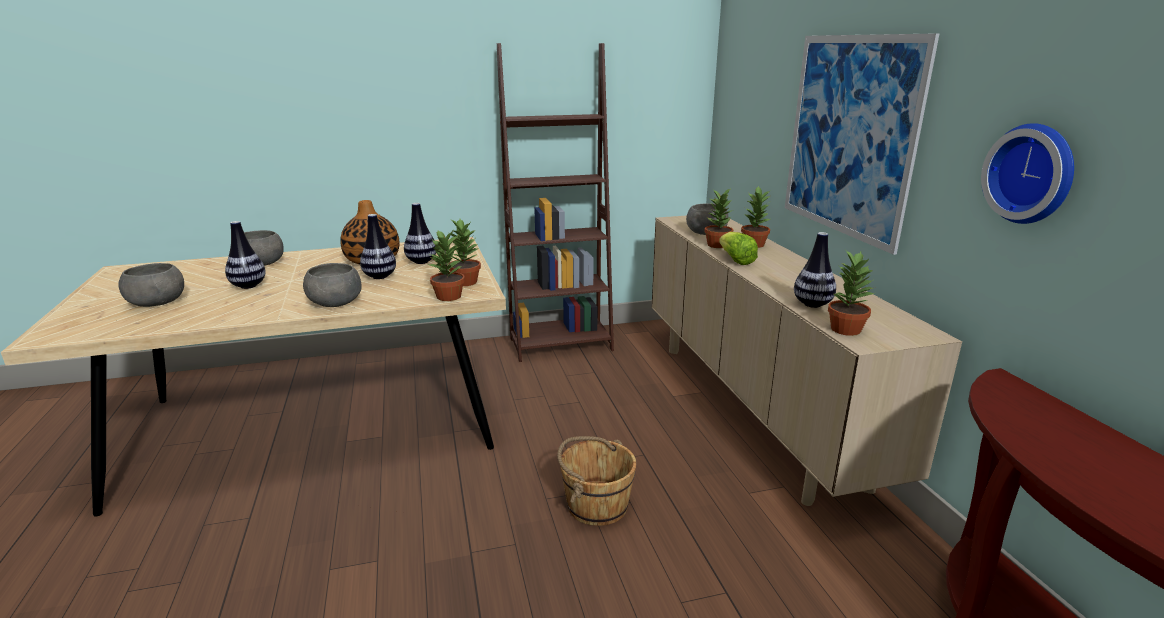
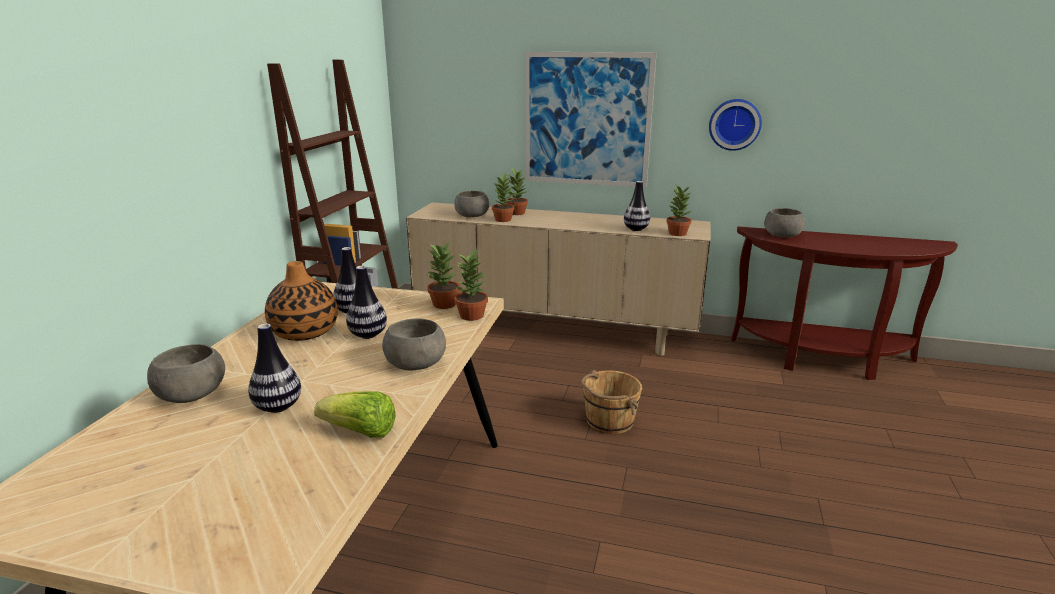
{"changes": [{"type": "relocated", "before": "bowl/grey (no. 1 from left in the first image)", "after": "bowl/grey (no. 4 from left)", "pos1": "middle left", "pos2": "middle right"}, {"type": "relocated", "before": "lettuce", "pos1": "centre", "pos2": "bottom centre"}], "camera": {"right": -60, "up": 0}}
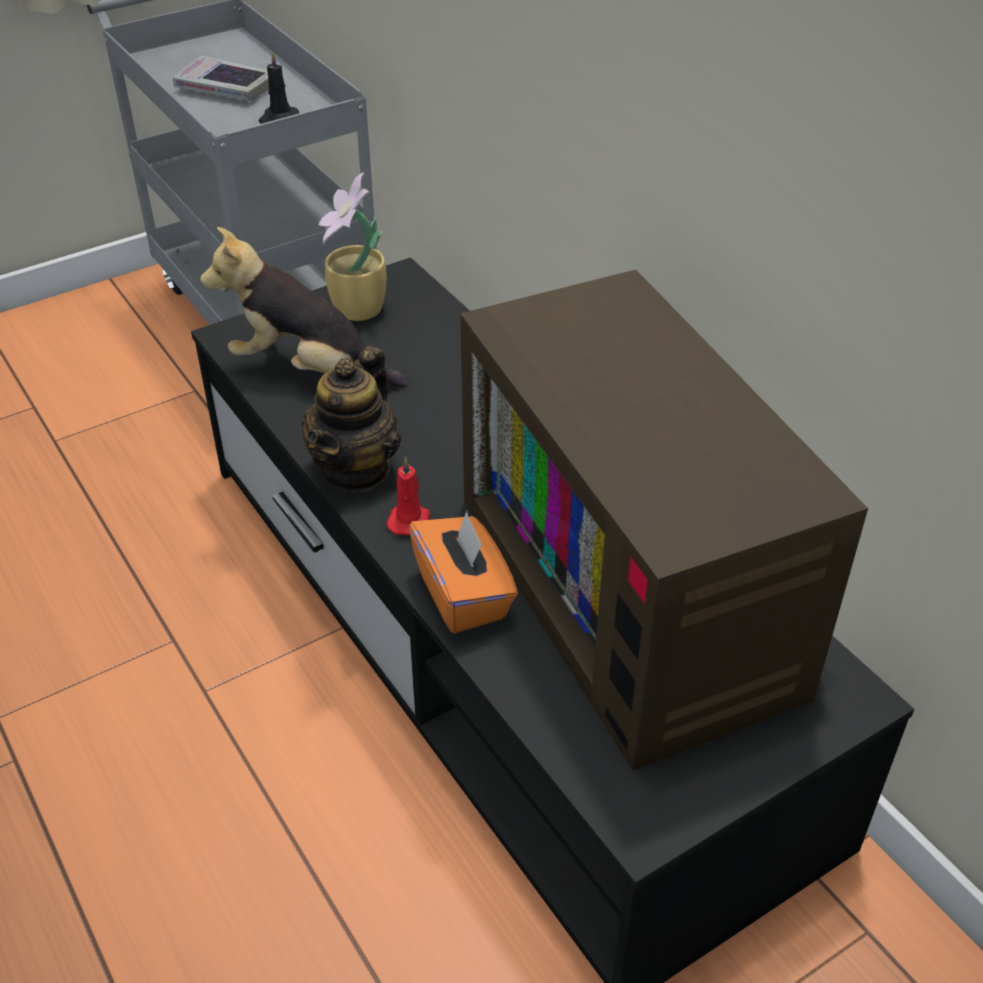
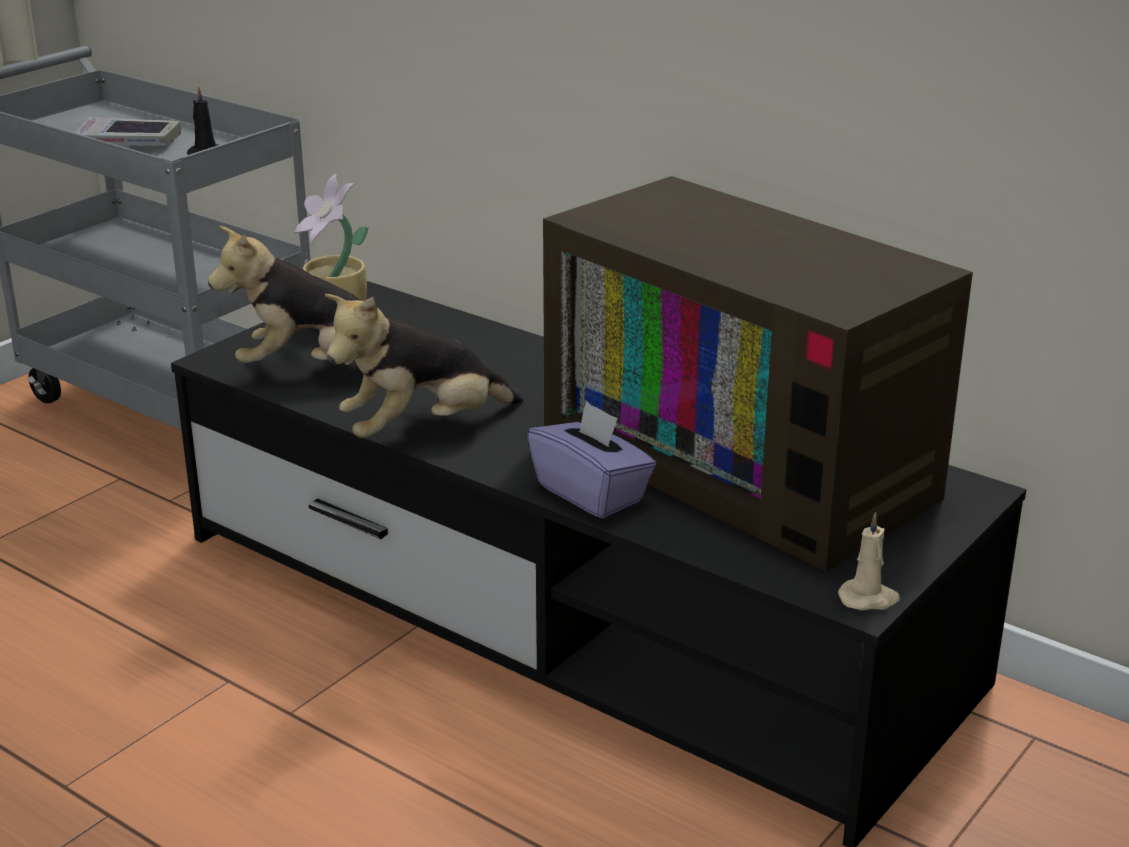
{"changes": [{"type": "missing", "before": "candle/red", "pos1": "centre"}, {"type": "appeared", "after": "candle/beige", "pos2": "middle right"}, {"type": "exchanged", "before": "teapot", "after": "plush toy (no. 2 from left)", "pos1": "centre", "pos2": "centre"}, {"type": "colour", "before": "tissue box/orange", "after": "tissue box/purple", "pos1": "centre", "pos2": "centre"}], "camera": {"right": -20, "up": -15}}
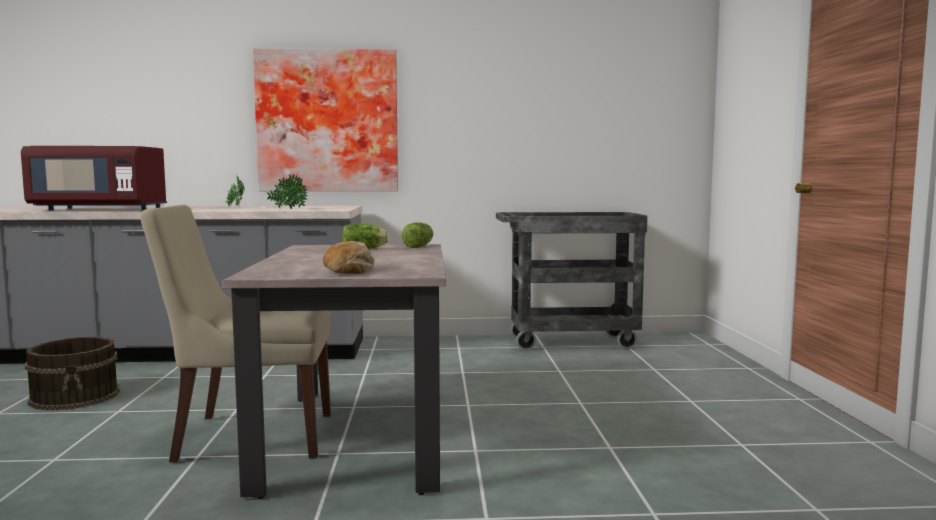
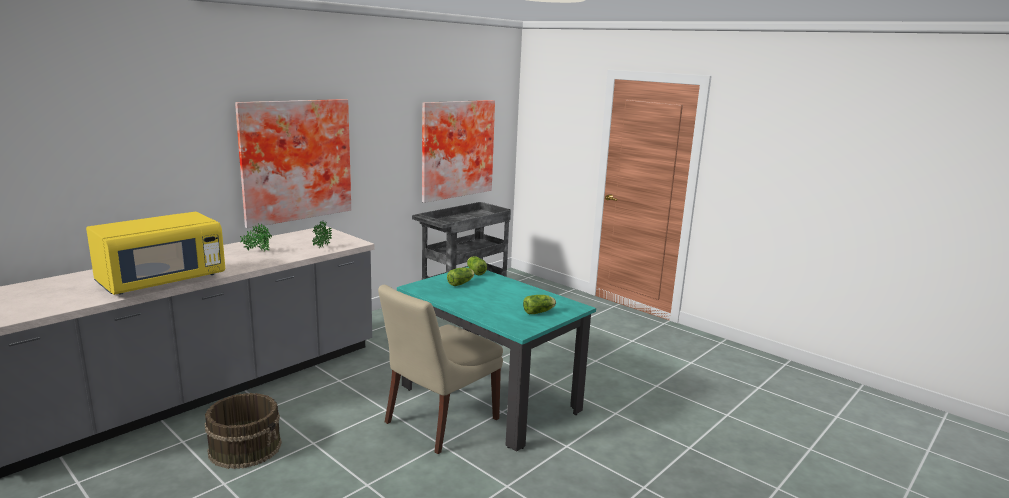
{"changes": [{"type": "appeared", "after": "picture (no. 2 from left)", "pos2": "top centre"}, {"type": "exchanged", "before": "bread", "after": "lettuce (no. 3 from left)", "pos1": "centre", "pos2": "centre"}, {"type": "colour", "before": "microwave/red", "after": "microwave/yellow", "pos1": "middle left", "pos2": "middle left"}, {"type": "colour", "before": "dining table/beige", "after": "dining table/turquoise", "pos1": "bottom centre", "pos2": "bottom centre"}], "camera": {"right": -45, "up": 10}}
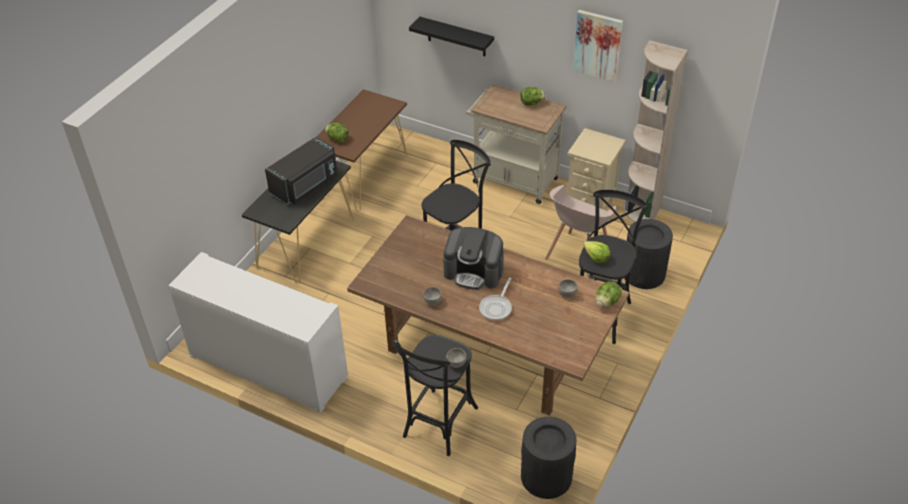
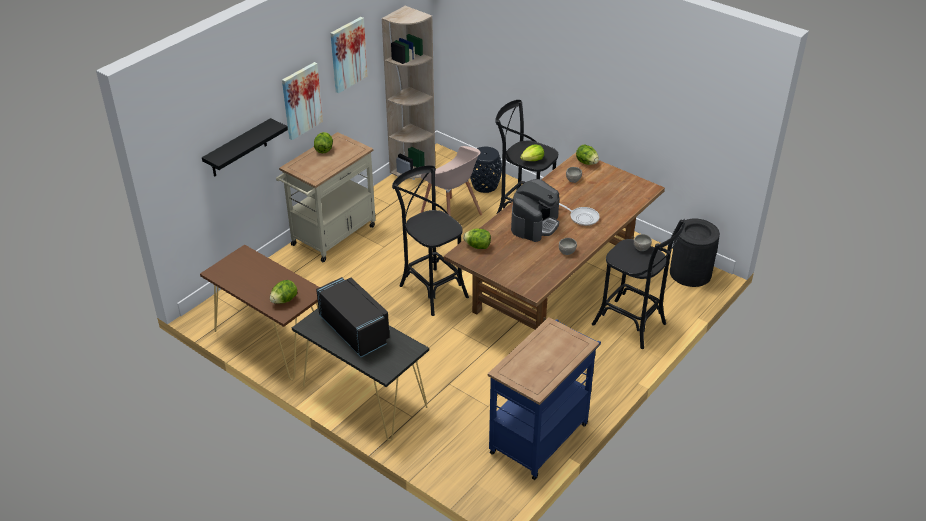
{"changes": [{"type": "missing", "before": "nightstand/beige", "pos1": "centre"}, {"type": "appeared", "after": "picture (no. 1 from left)", "pos2": "top left"}, {"type": "appeared", "after": "lettuce (no. 3 from left)", "pos2": "centre"}, {"type": "exchanged", "before": "cabinet/white", "after": "cart/blue", "pos1": "middle left", "pos2": "bottom centre"}, {"type": "exchanged", "before": "trash can/black (no. 2 from left)", "after": "stool/black (no. 2 from left)", "pos1": "middle right", "pos2": "top centre"}], "camera": {"right": -80, "up": -5}}
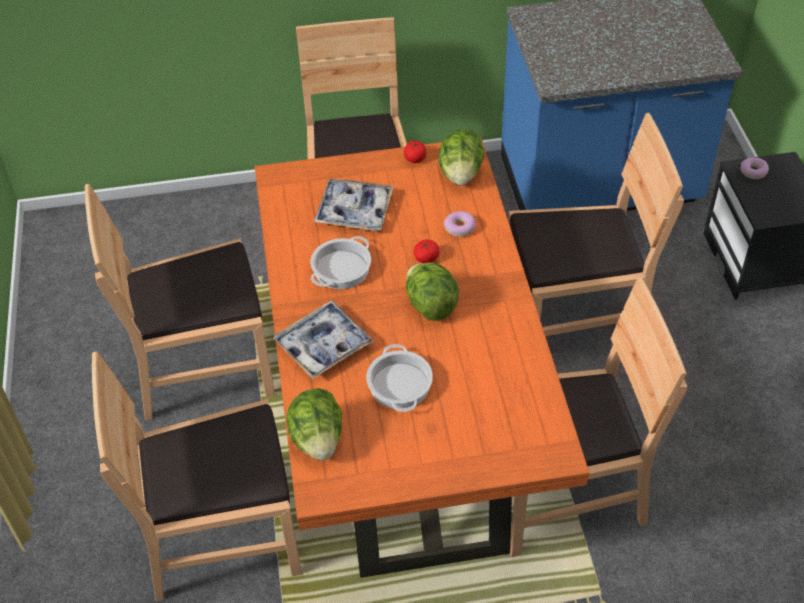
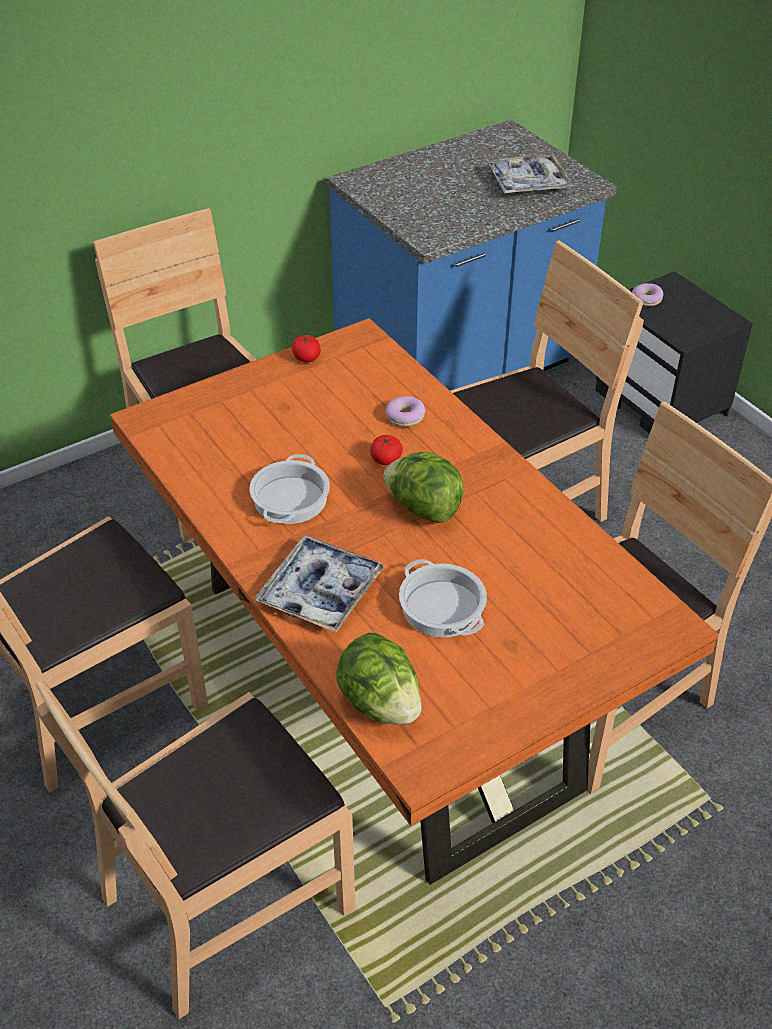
{"changes": [{"type": "missing", "before": "lettuce (no. 3 from left)", "pos1": "top centre"}, {"type": "relocated", "before": "tray (no. 2 from left)", "pos1": "centre", "pos2": "top right"}], "camera": {"right": -25, "up": -5}}
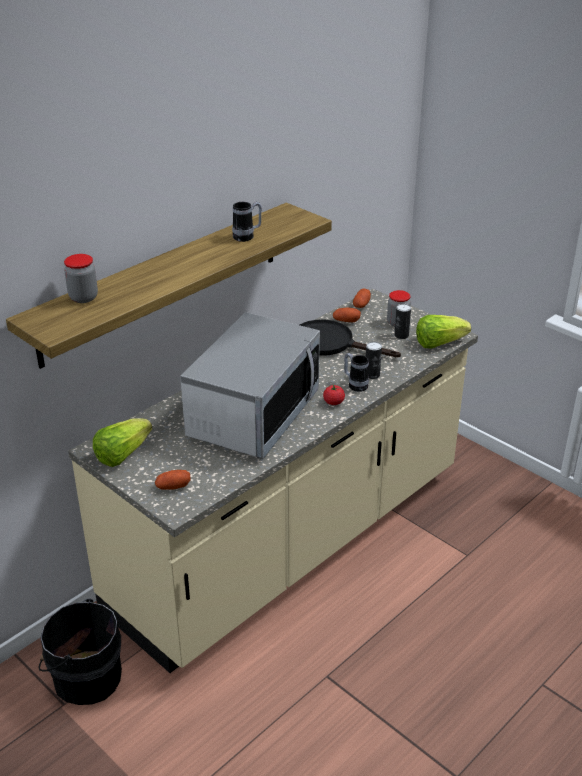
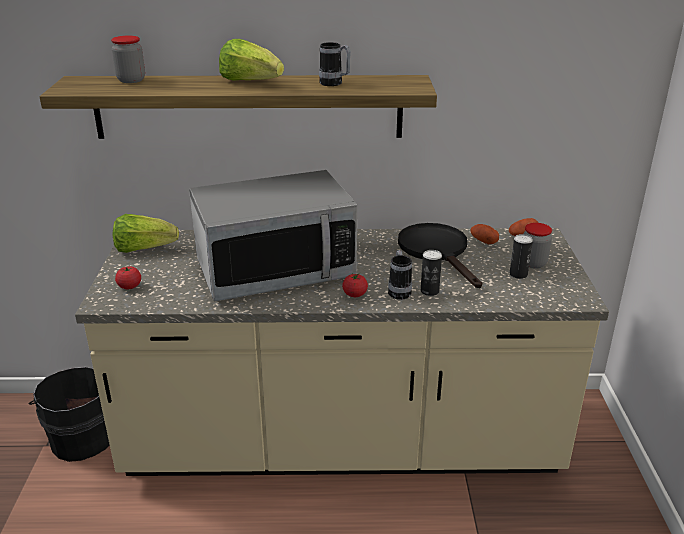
{"changes": [{"type": "relocated", "before": "lettuce (no. 2 from left)", "pos1": "middle right", "pos2": "top centre"}, {"type": "exchanged", "before": "potato (no. 1 from left)", "after": "tomato (no. 1 from left)", "pos1": "middle left", "pos2": "middle left"}], "camera": {"right": 45, "up": -5}}
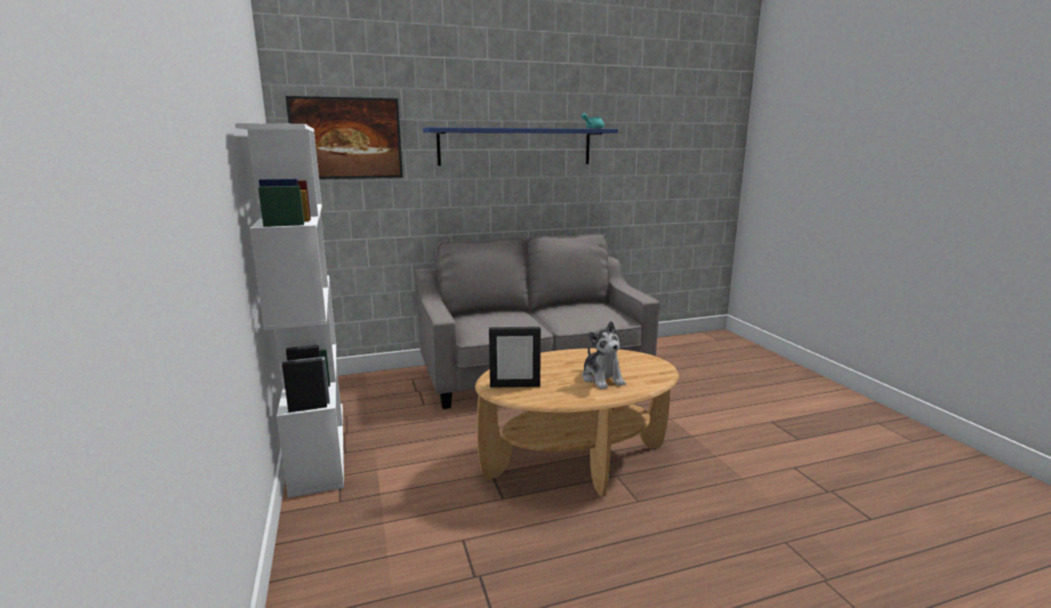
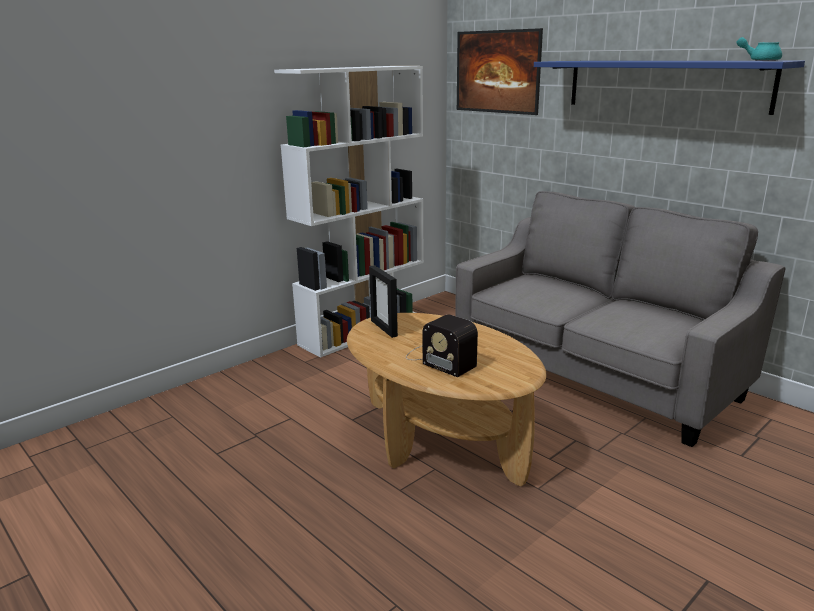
{"changes": [{"type": "exchanged", "before": "plush toy", "after": "radio", "pos1": "centre", "pos2": "centre"}], "camera": {"right": 65, "up": 5}}
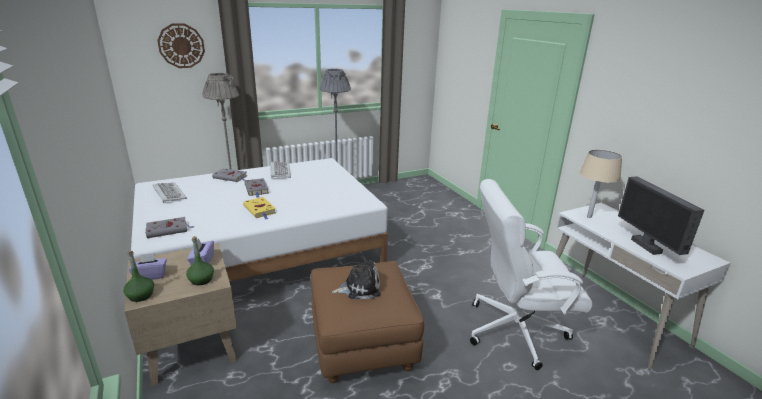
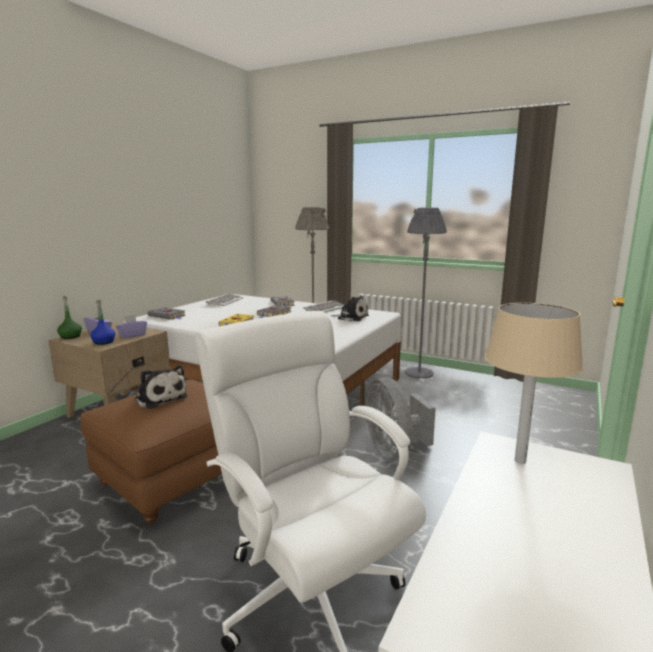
{"changes": [{"type": "missing", "before": "wall clock", "pos1": "top left"}, {"type": "missing", "before": "monitor", "pos1": "middle right"}, {"type": "appeared", "after": "plush toy (no. 2 from left)", "pos2": "centre"}, {"type": "appeared", "after": "fan/grey", "pos2": "centre"}, {"type": "colour", "before": "bottle/green (no. 2 from left)", "after": "bottle/blue", "pos1": "middle left", "pos2": "middle left"}], "camera": {"right": 55, "up": -10}}
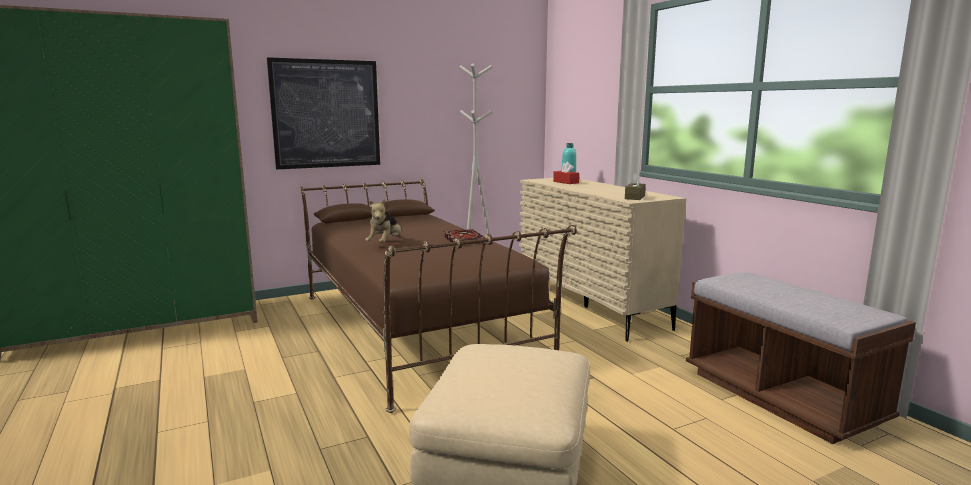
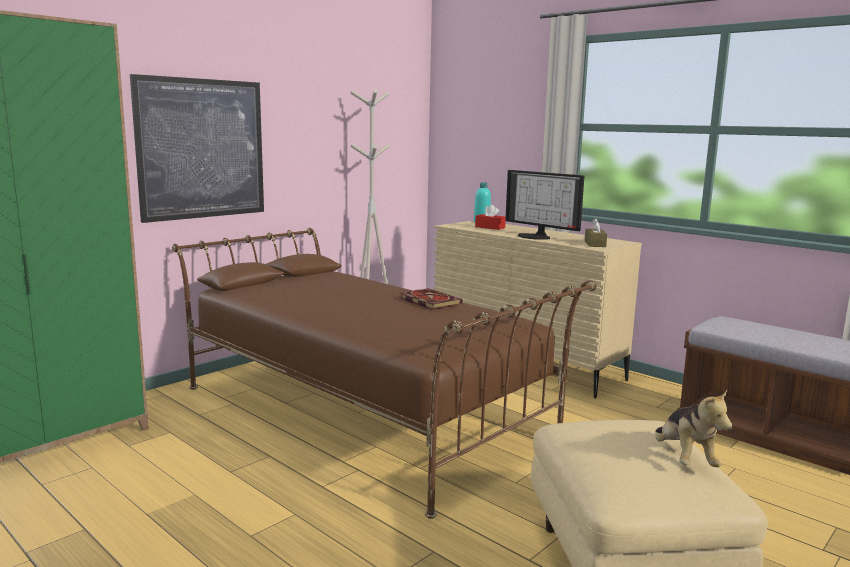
{"changes": [{"type": "appeared", "after": "monitor", "pos2": "centre"}, {"type": "relocated", "before": "plush toy", "pos1": "centre", "pos2": "bottom right"}], "camera": {"right": -20, "up": 0}}
